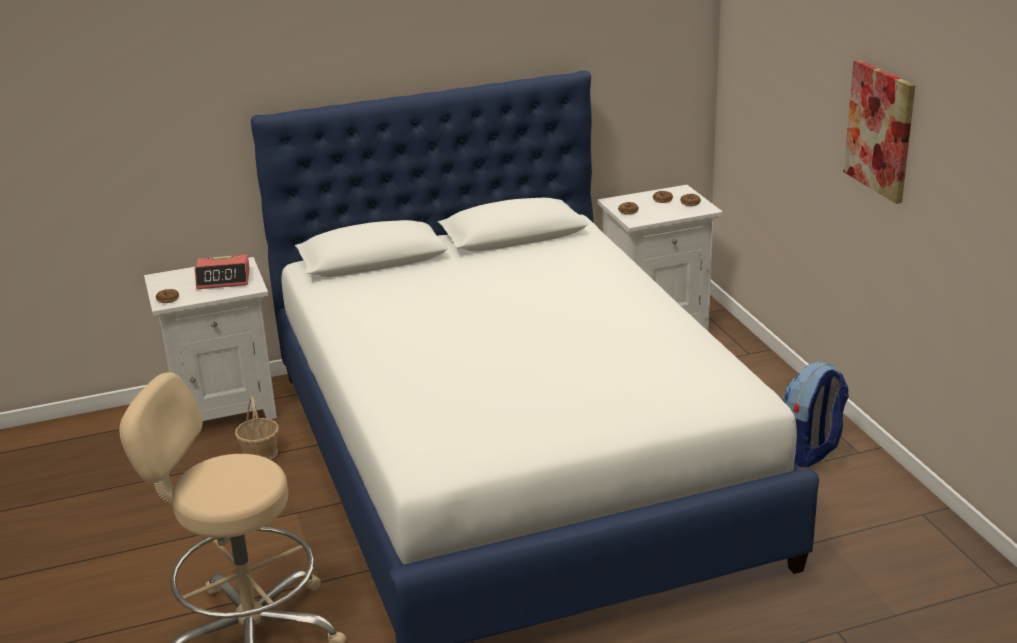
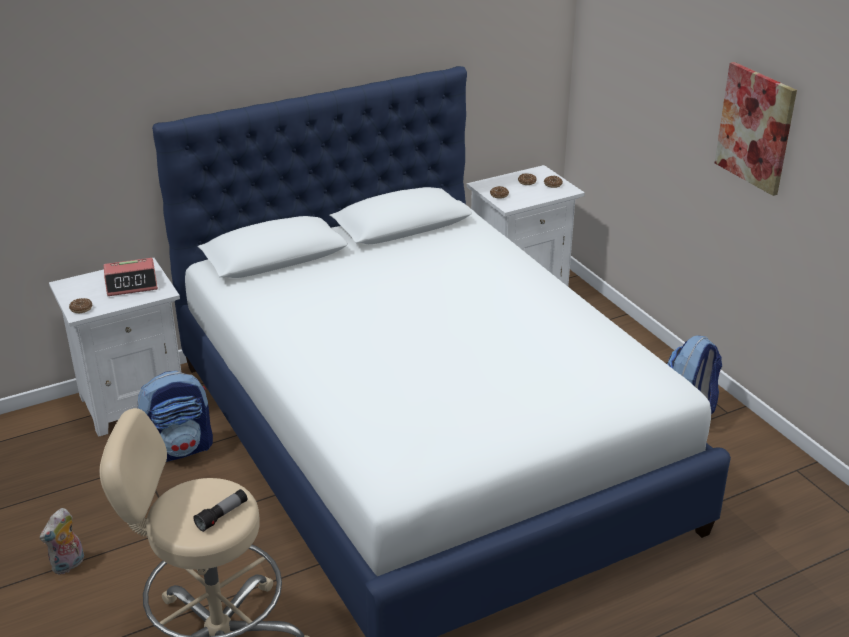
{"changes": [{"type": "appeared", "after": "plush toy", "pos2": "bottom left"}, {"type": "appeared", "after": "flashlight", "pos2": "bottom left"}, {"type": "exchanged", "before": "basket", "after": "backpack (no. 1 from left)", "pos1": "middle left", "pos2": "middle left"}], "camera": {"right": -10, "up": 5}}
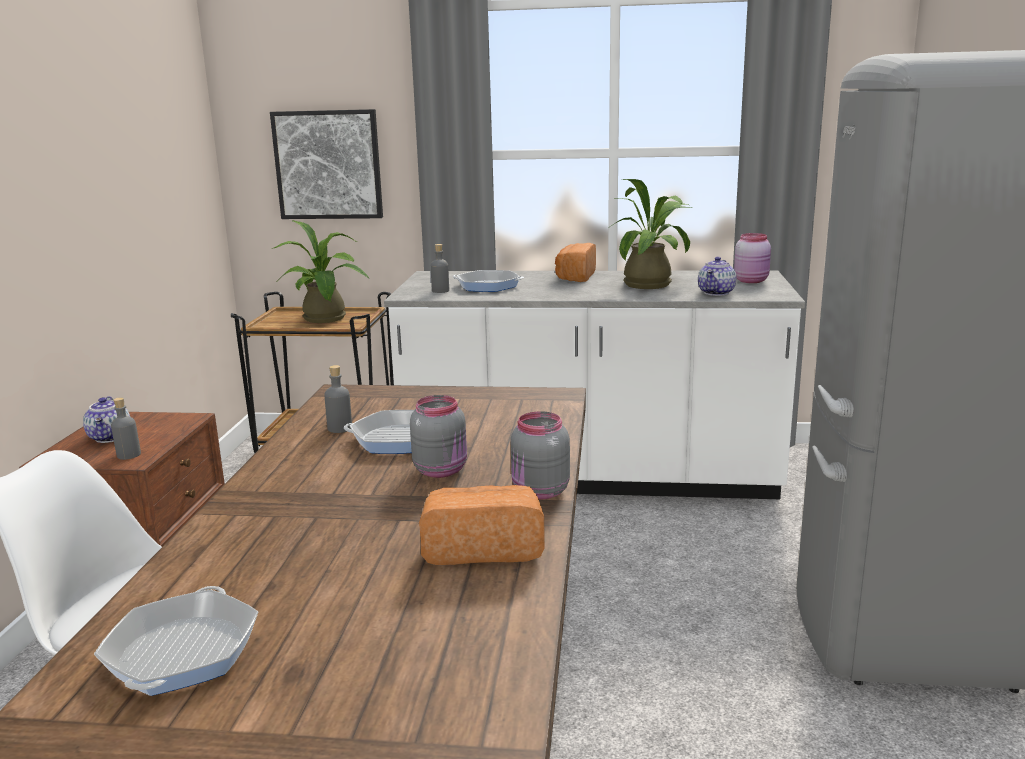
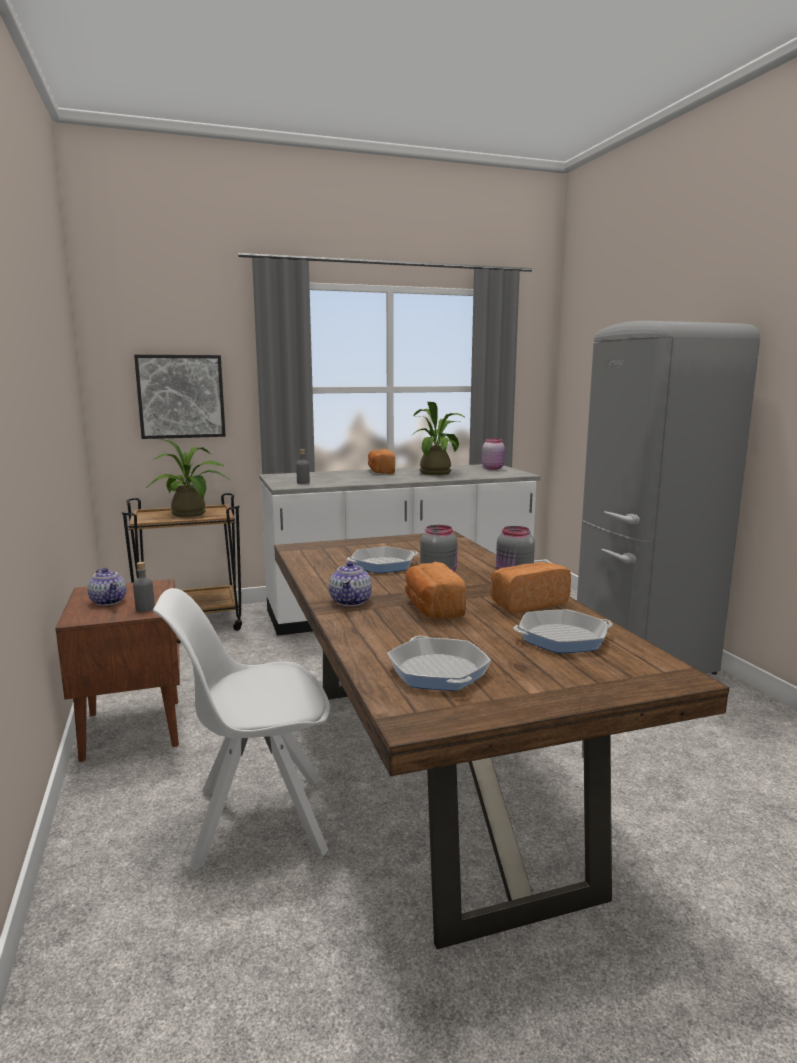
{"changes": [{"type": "missing", "before": "bottle/grey (no. 2 from left)", "pos1": "middle left"}, {"type": "appeared", "after": "bread (no. 2 from left)", "pos2": "centre"}, {"type": "relocated", "before": "frying pan (no. 3 from left)", "pos1": "centre", "pos2": "middle right"}, {"type": "relocated", "before": "teapot (no. 2 from left)", "pos1": "middle right", "pos2": "centre"}], "camera": {"right": -25, "up": -5}}
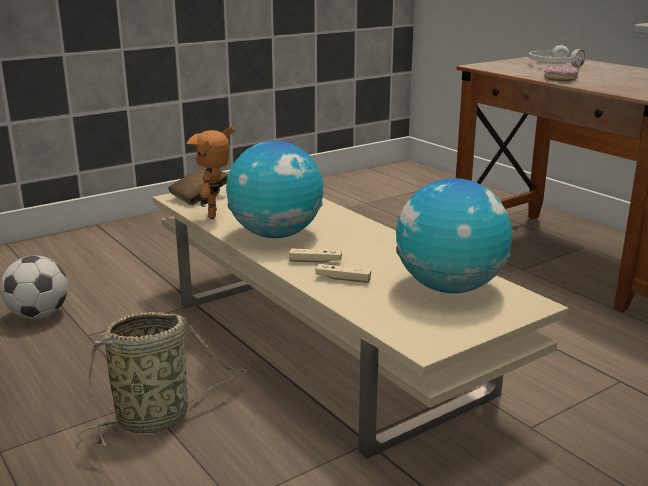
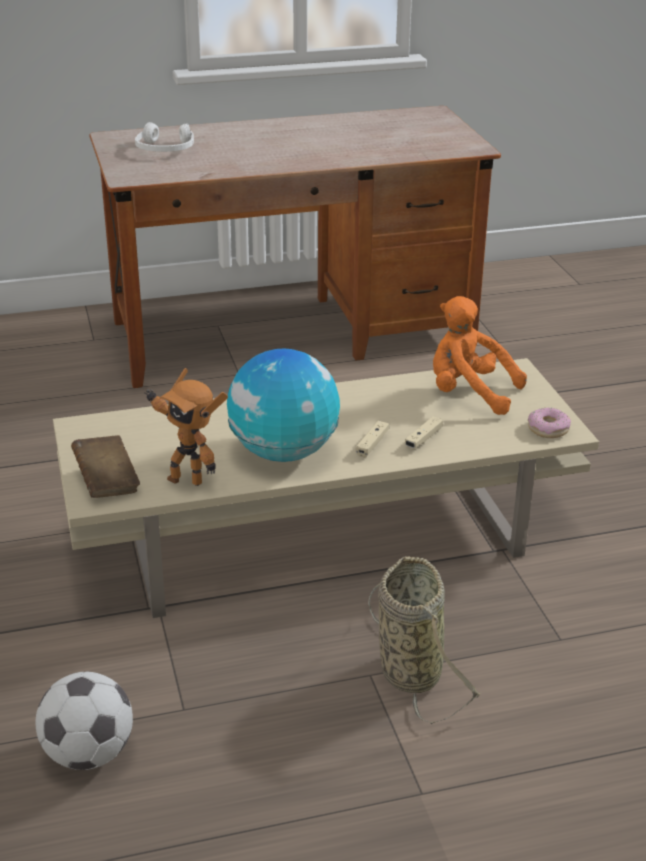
{"changes": [{"type": "relocated", "before": "donut", "pos1": "top right", "pos2": "middle right"}, {"type": "exchanged", "before": "globe (no. 2 from left)", "after": "plush toy/orange", "pos1": "middle right", "pos2": "middle right"}], "camera": {"right": -70, "up": 10}}
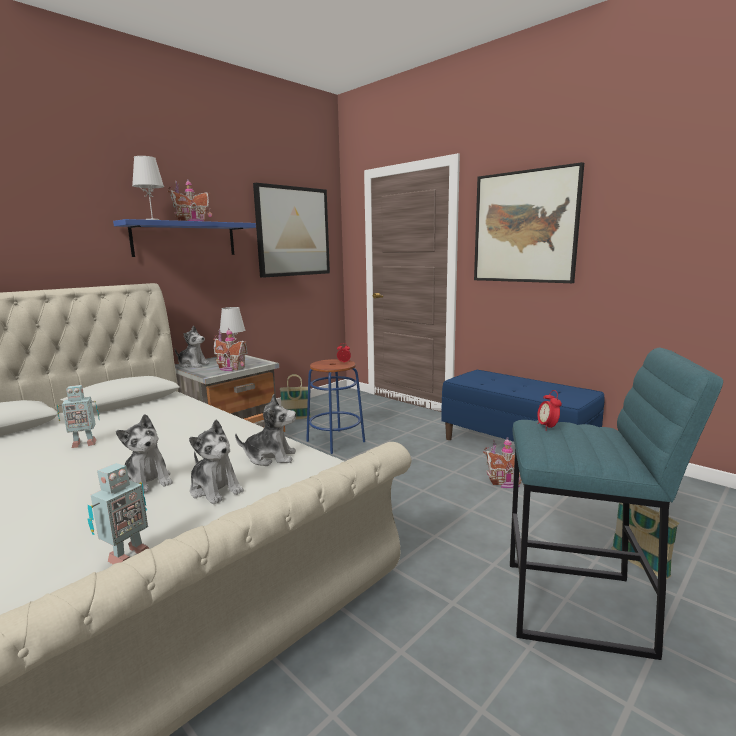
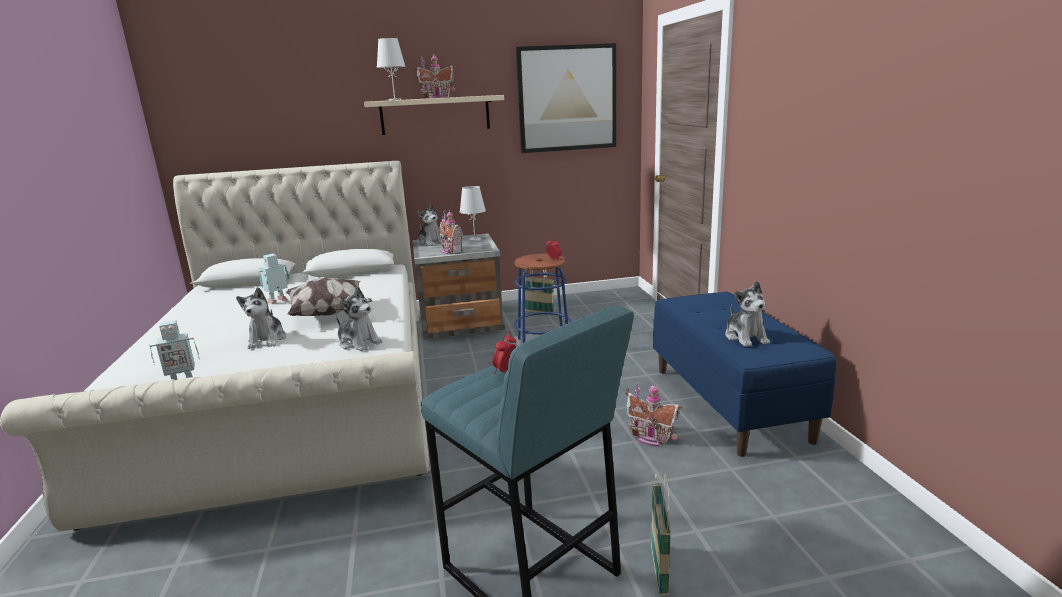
{"changes": [{"type": "missing", "before": "picture (no. 2 from left)", "pos1": "top right"}, {"type": "appeared", "after": "pillow", "pos2": "middle left"}, {"type": "relocated", "before": "plush toy (no. 3 from left in the first image)", "after": "plush toy (no. 4 from left)", "pos1": "middle left", "pos2": "middle right"}, {"type": "colour", "before": "shelf/blue", "after": "shelf/beige", "pos1": "top left", "pos2": "top centre"}, {"type": "spun", "before": "toy robot (no. 1 from left in the first image)", "pos1": "middle left", "pos2": "middle left", "turn": 120}], "camera": {"right": 35, "up": 5}}
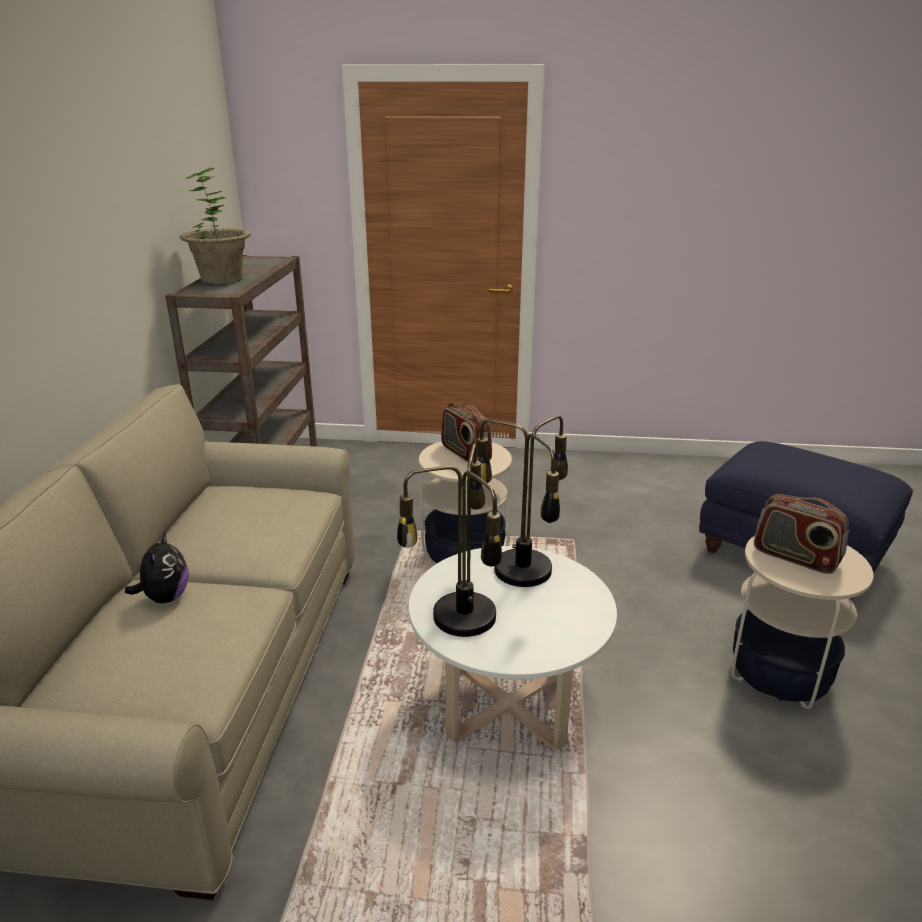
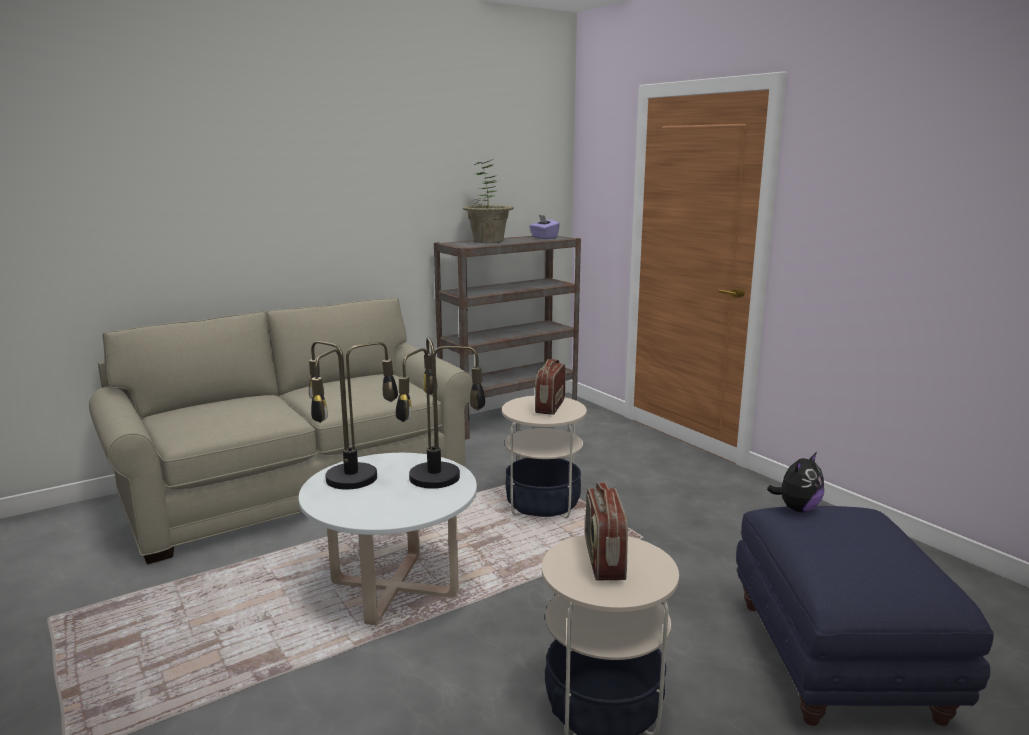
{"changes": [{"type": "appeared", "after": "tissue box/purple", "pos2": "top centre"}, {"type": "relocated", "before": "plush toy", "pos1": "middle left", "pos2": "middle right"}], "camera": {"right": 50, "up": -10}}
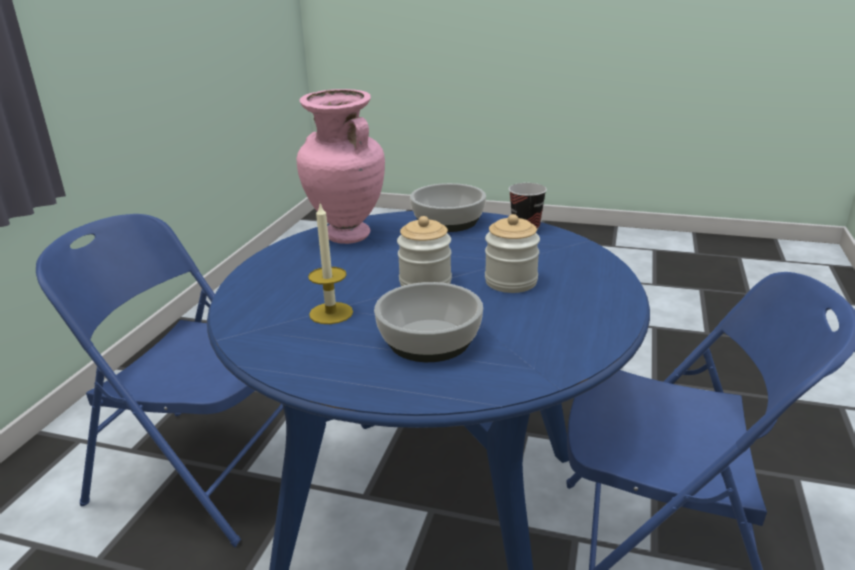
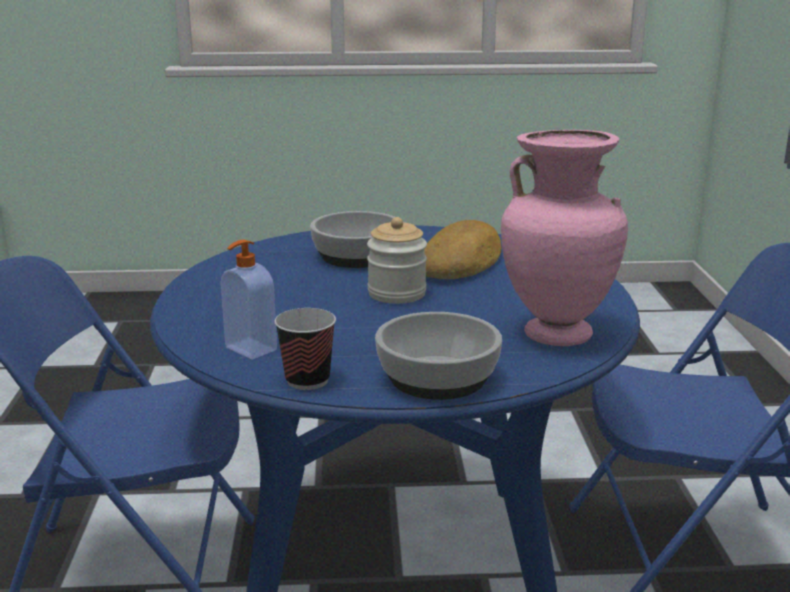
{"changes": [{"type": "missing", "before": "jar (no. 2 from left)", "pos1": "centre"}, {"type": "appeared", "after": "soap dispenser", "pos2": "middle left"}, {"type": "exchanged", "before": "candle", "after": "bread", "pos1": "centre", "pos2": "centre"}], "camera": {"right": 160, "up": -5}}
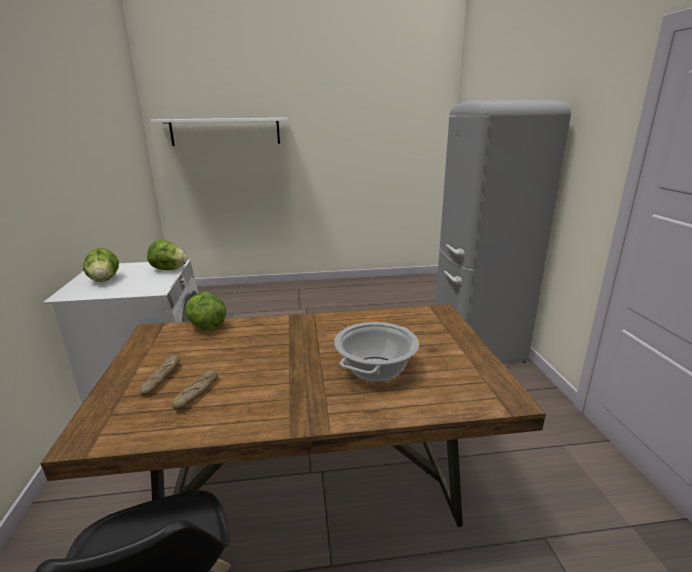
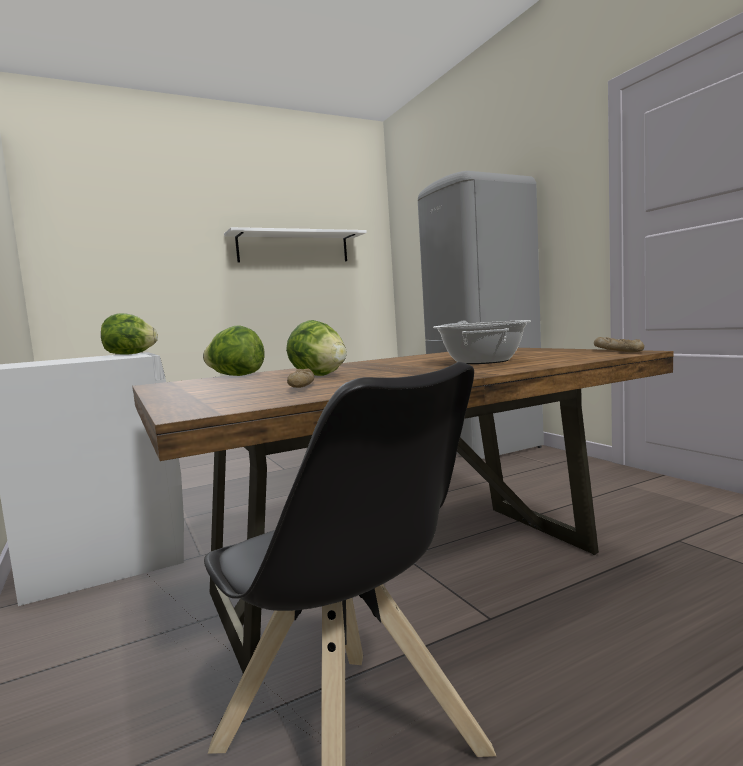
{"changes": [{"type": "relocated", "before": "lettuce (no. 1 from left in the first image)", "after": "lettuce (no. 3 from left)", "pos1": "middle left", "pos2": "centre"}, {"type": "relocated", "before": "bread (no. 1 from left in the first image)", "after": "bread (no. 2 from left)", "pos1": "middle left", "pos2": "middle right"}, {"type": "relocated", "before": "shelf/white", "pos1": "top left", "pos2": "top centre"}], "camera": {"right": -20, "up": -15}}
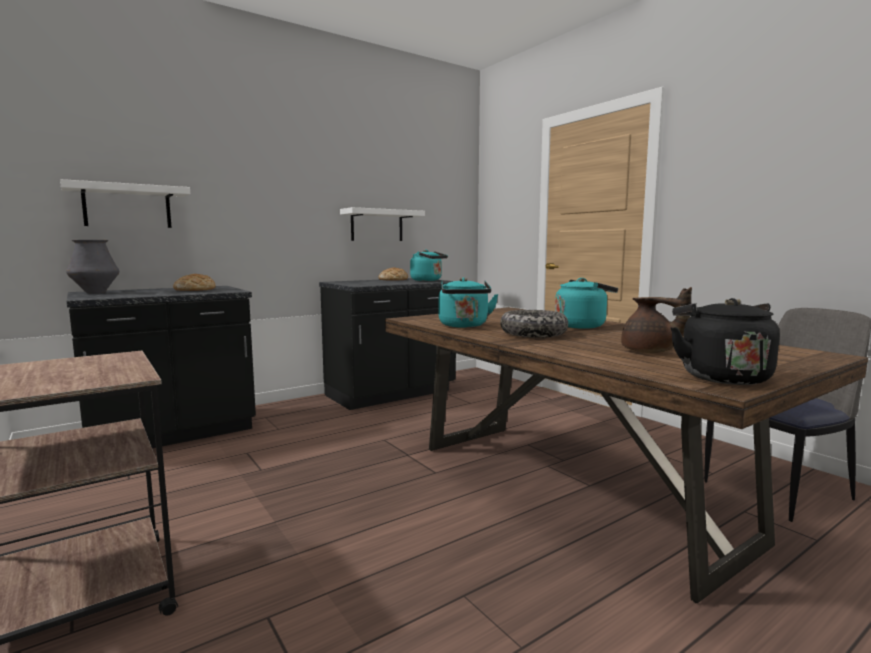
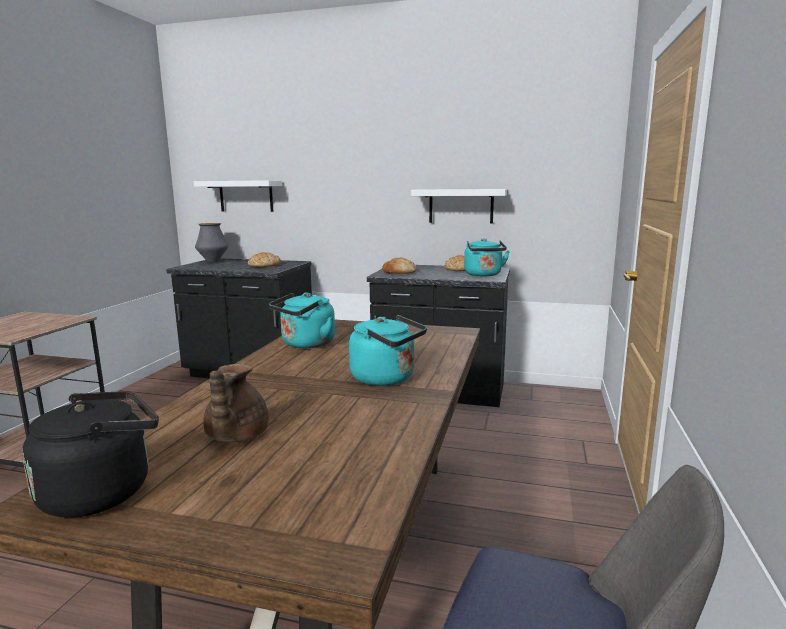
{"changes": [{"type": "missing", "before": "bowl", "pos1": "centre"}, {"type": "appeared", "after": "bread (no. 2 from left)", "pos2": "centre"}], "camera": {"right": 50, "up": 5}}
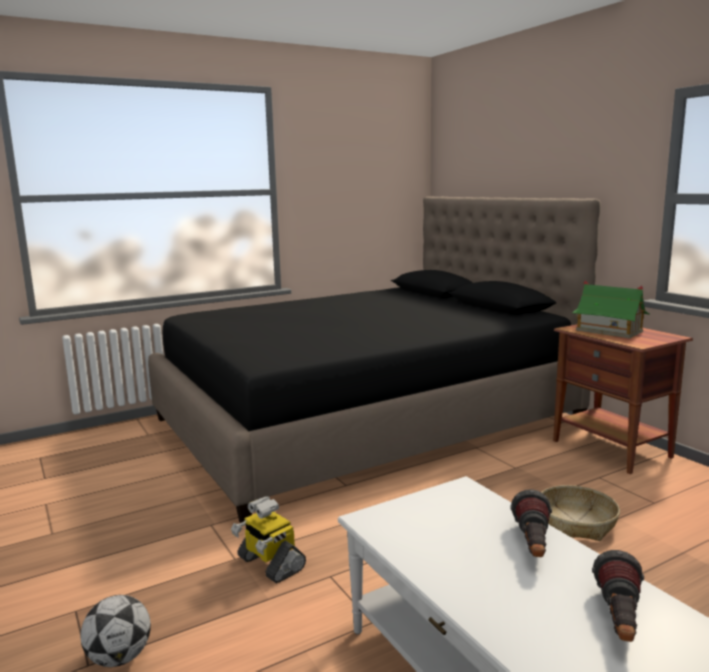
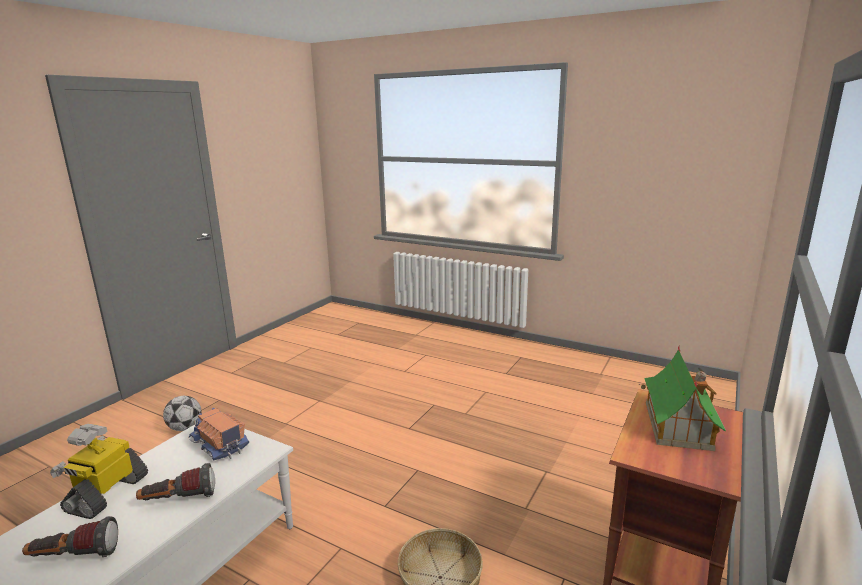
{"changes": [{"type": "missing", "before": "bed/black", "pos1": "centre"}, {"type": "appeared", "after": "toy truck", "pos2": "bottom left"}, {"type": "relocated", "before": "toy robot", "pos1": "bottom centre", "pos2": "bottom left"}], "camera": {"right": 60, "up": 5}}
